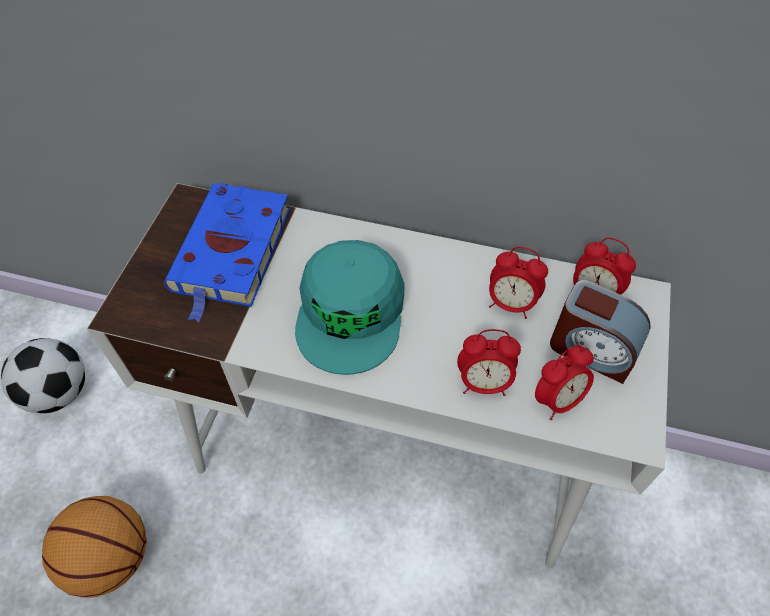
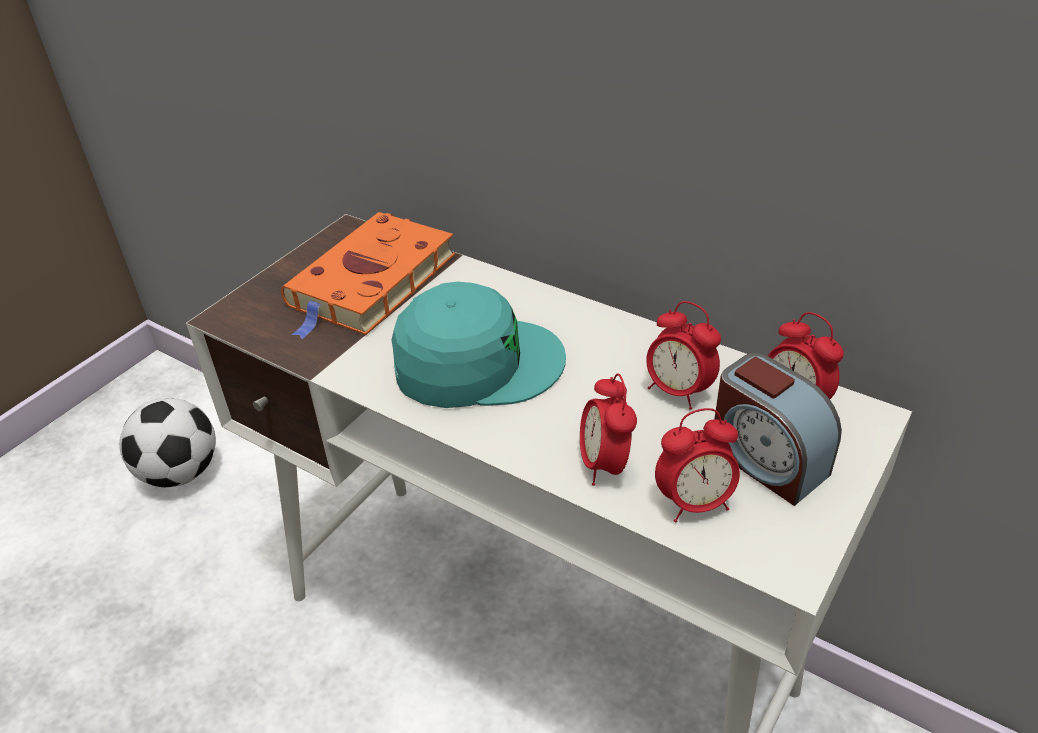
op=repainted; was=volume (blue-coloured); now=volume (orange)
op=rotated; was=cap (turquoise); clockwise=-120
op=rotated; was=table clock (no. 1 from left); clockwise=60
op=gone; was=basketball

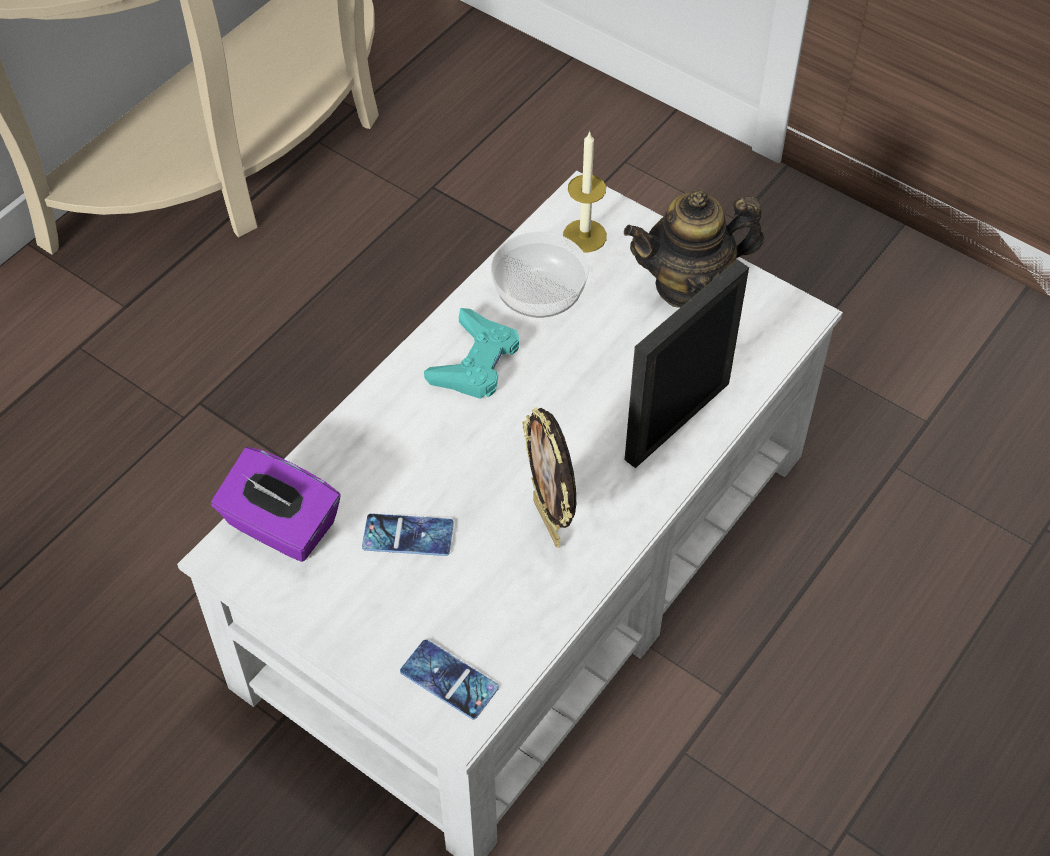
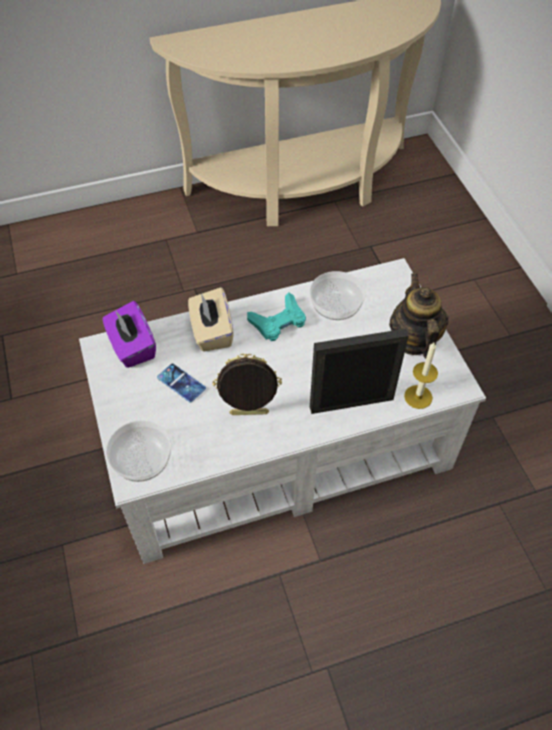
op=swapped; was=telephone (no. 2 from left); now=serving bowl (no. 1 from left)
op=new; now=box of tissues (sand-coloured)
op=rotated; was=standing frame (no. 1 from left); clockwise=75
op=rotated; was=teapot; clockwise=60
op=shifted; was=wax candle

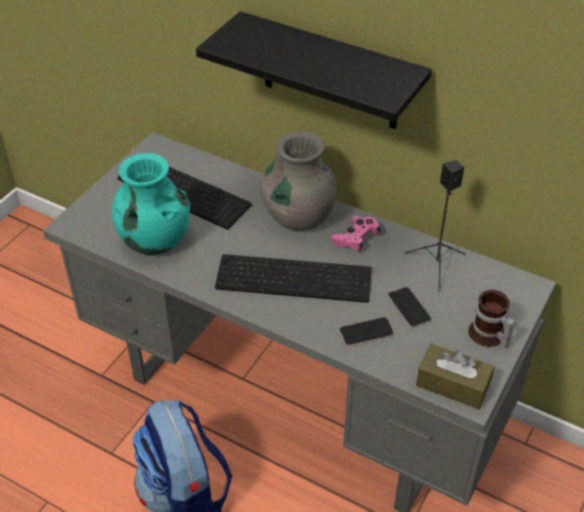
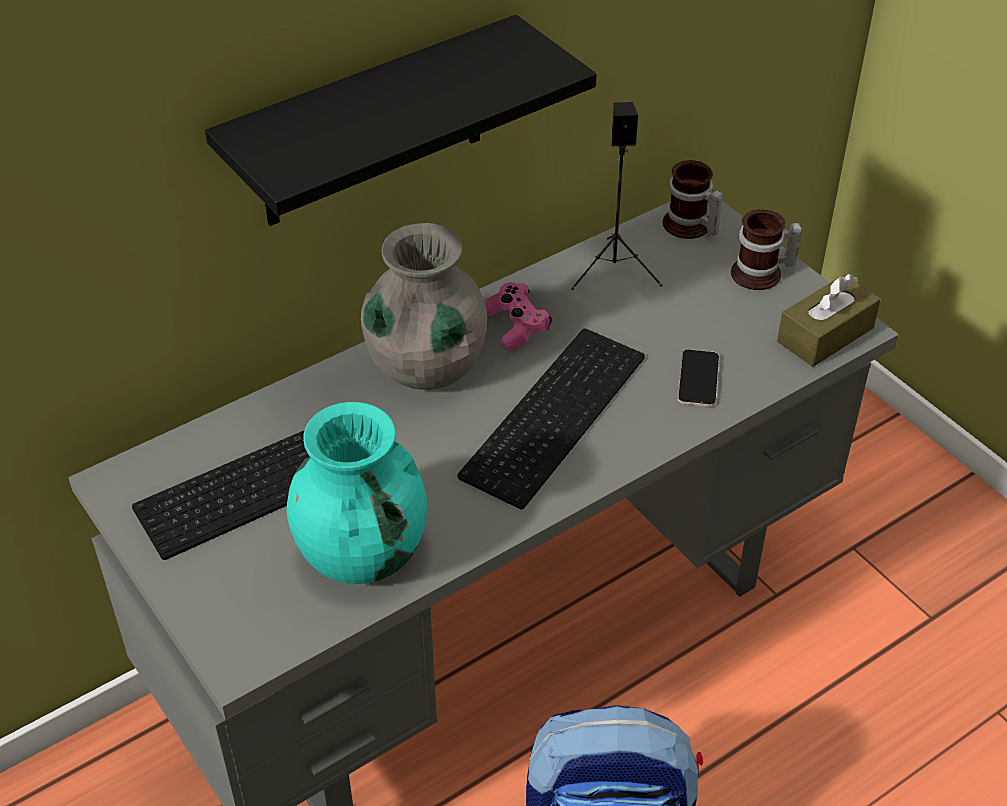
op=new; now=coffee mug (no. 1 from left)
op=gone; was=telephone (no. 2 from left)

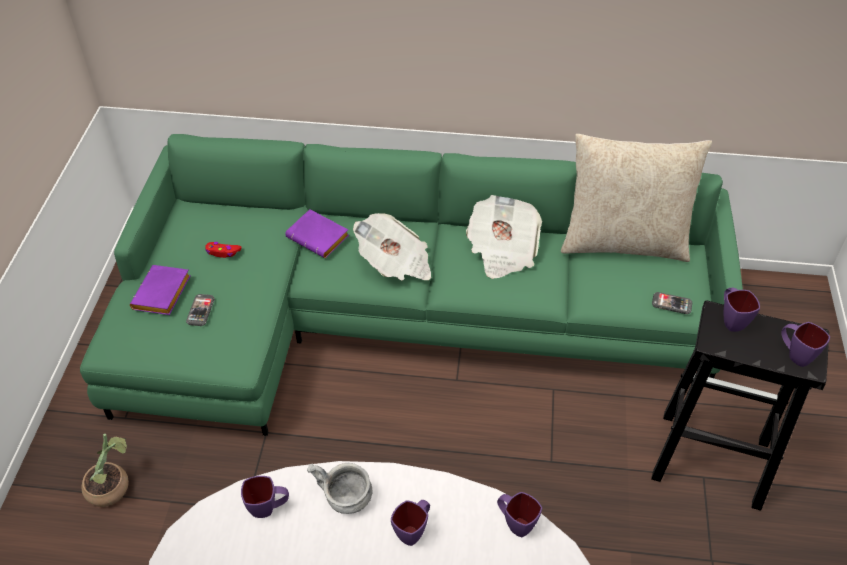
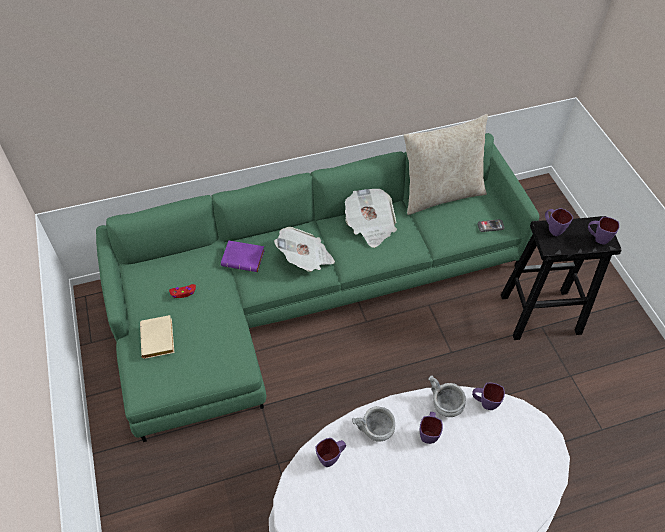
op=repainted; was=volume (purple-coloured) (no. 1 from left); now=volume (sand-coloured)
op=new; now=serving bowl (gray) (no. 2 from left)
op=gone; was=plant in a pot
op=gone; was=telephone (no. 1 from left)

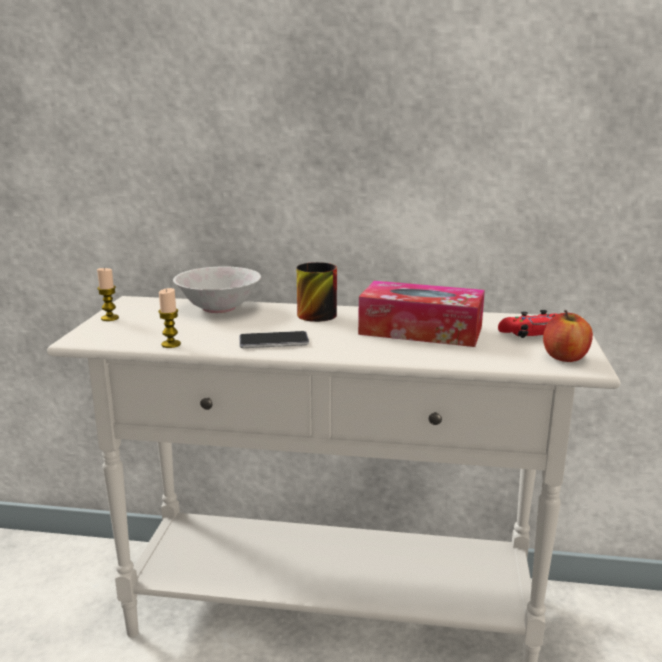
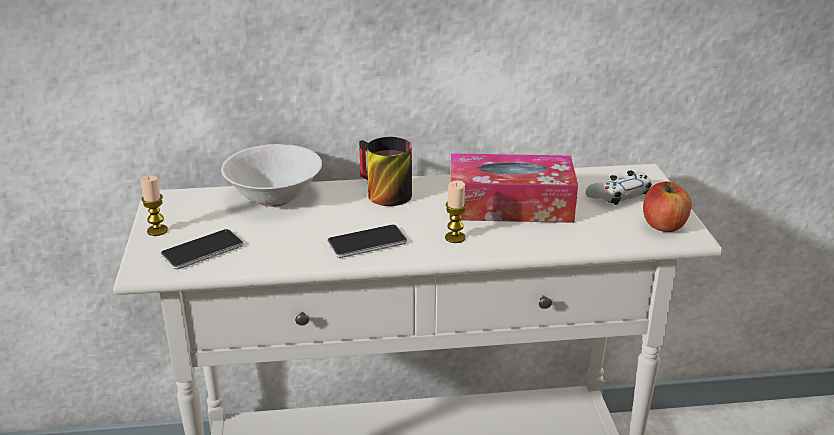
op=new; now=telephone (no. 1 from left)
op=shifted; was=wax candle (no. 2 from left)
op=repainted; was=game controller (red); now=game controller (white-coloured)

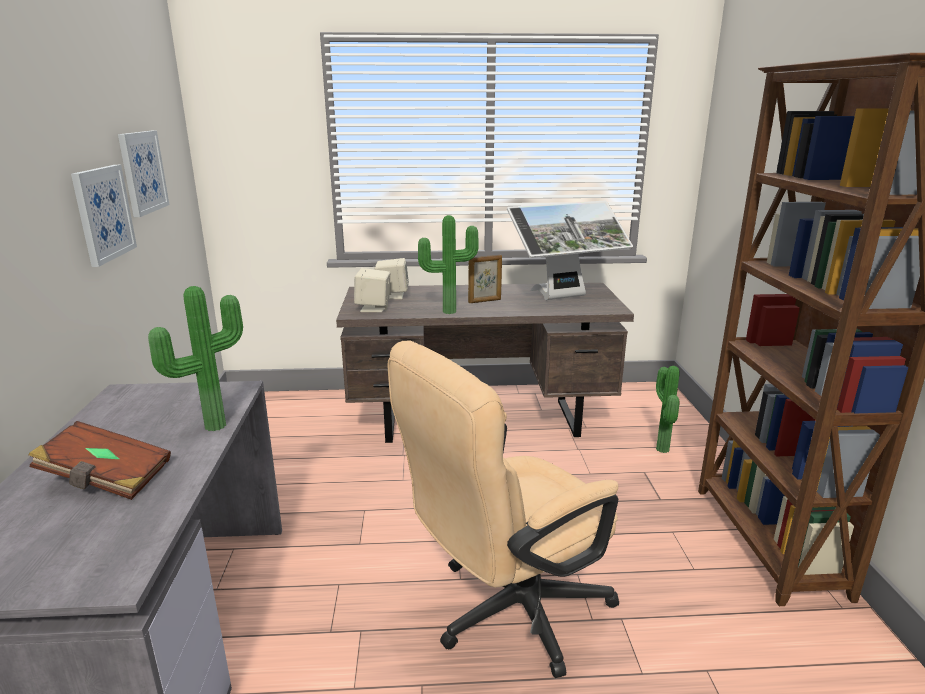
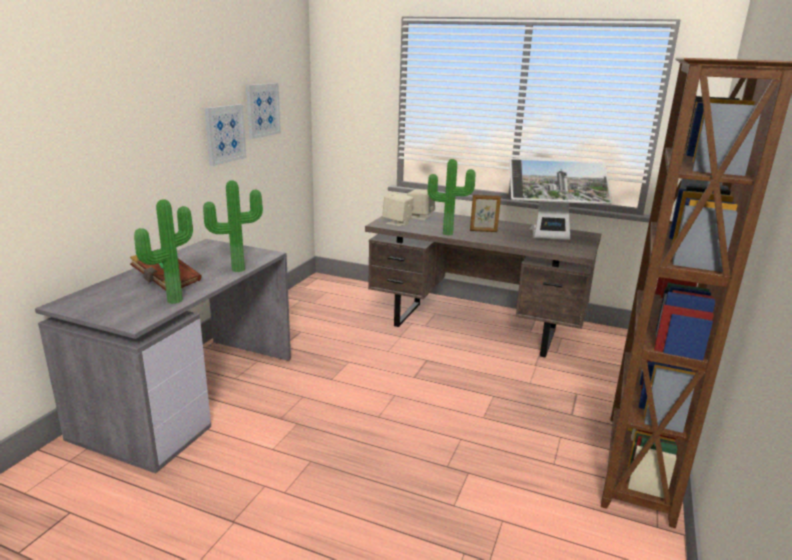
op=shifted; was=plant in a pot (no. 3 from left in the first image); now=plant in a pot (no. 1 from left)
op=gone; was=computer chair (sand-coloured)

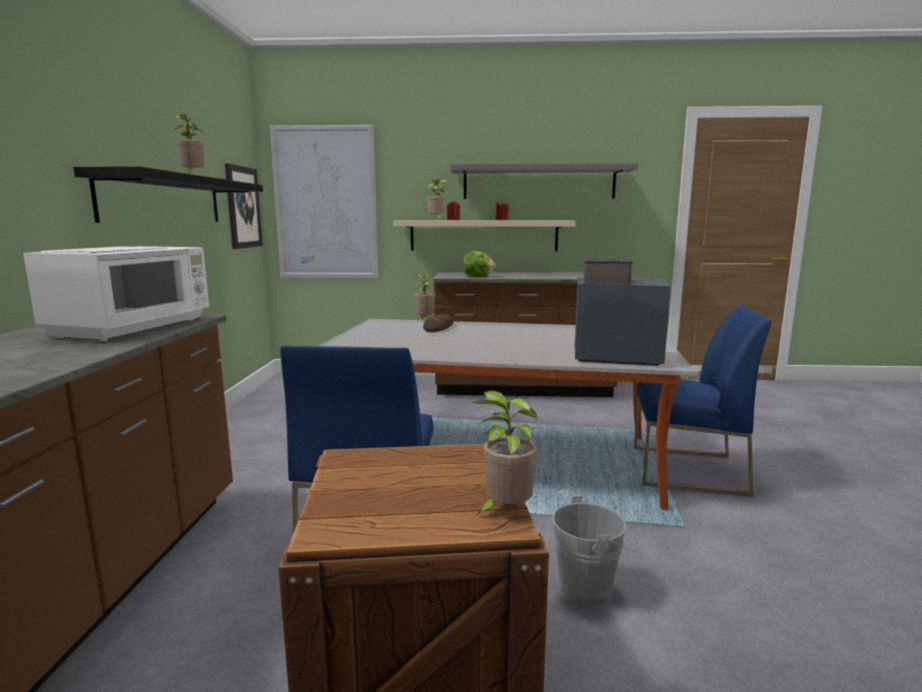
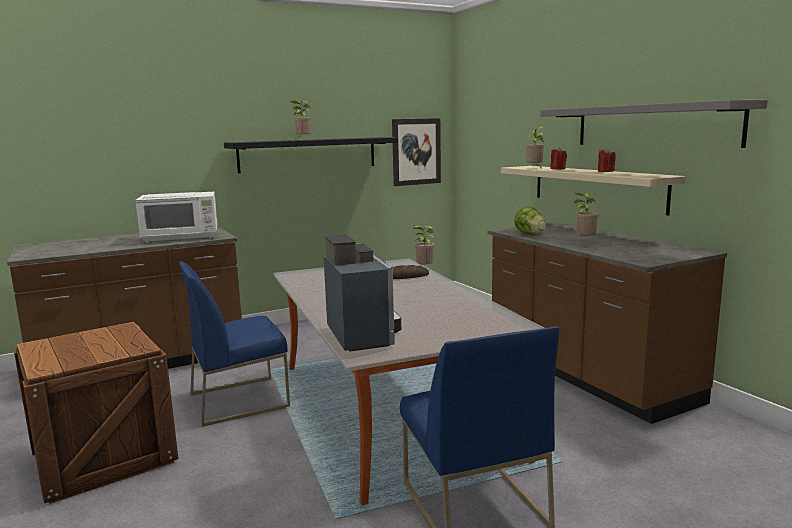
op=shifted; was=plant in a pot (no. 4 from left)
op=gone; was=wall picture (no. 2 from left)
op=gone; was=bucket (gray)

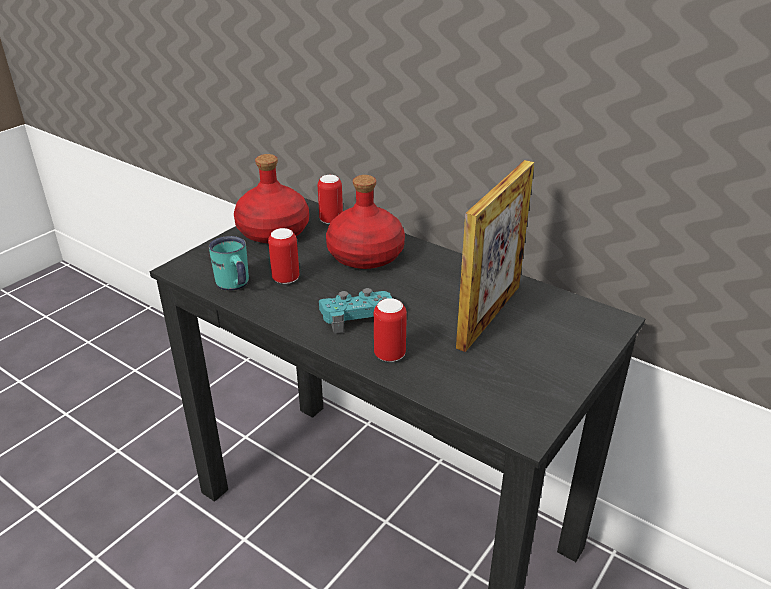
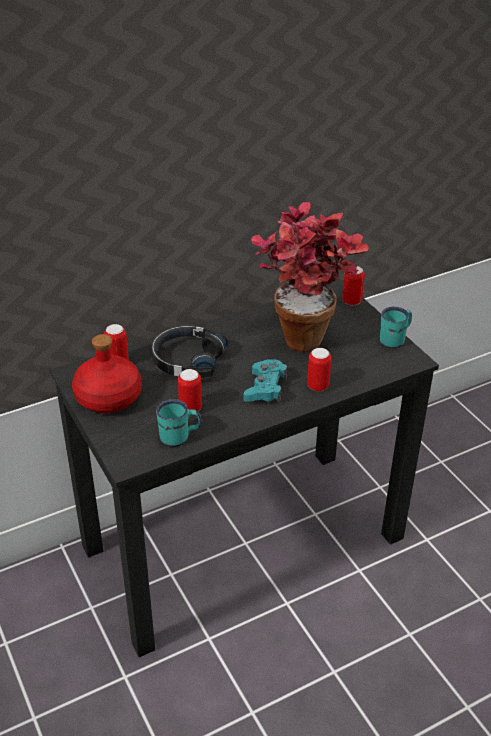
op=swapped; was=beverage bottle (red) (no. 2 from left); now=headphones (black)
op=swapped; was=standing frame; now=plant in a pot
op=new; now=sealed can (no. 4 from left)
op=new; now=coffee mug (turquoise) (no. 2 from left)

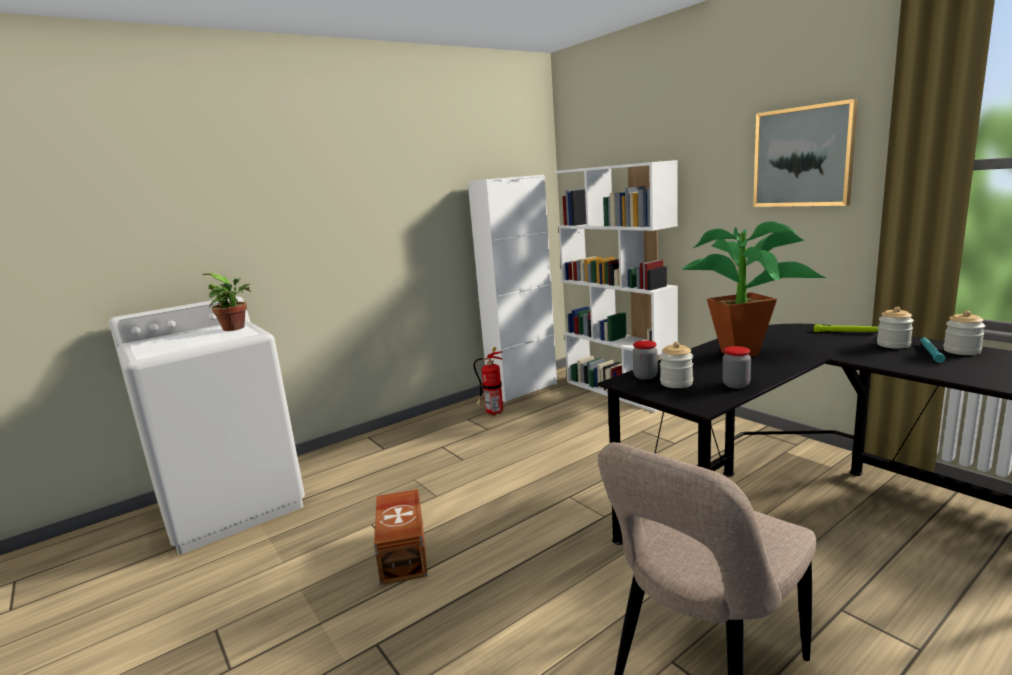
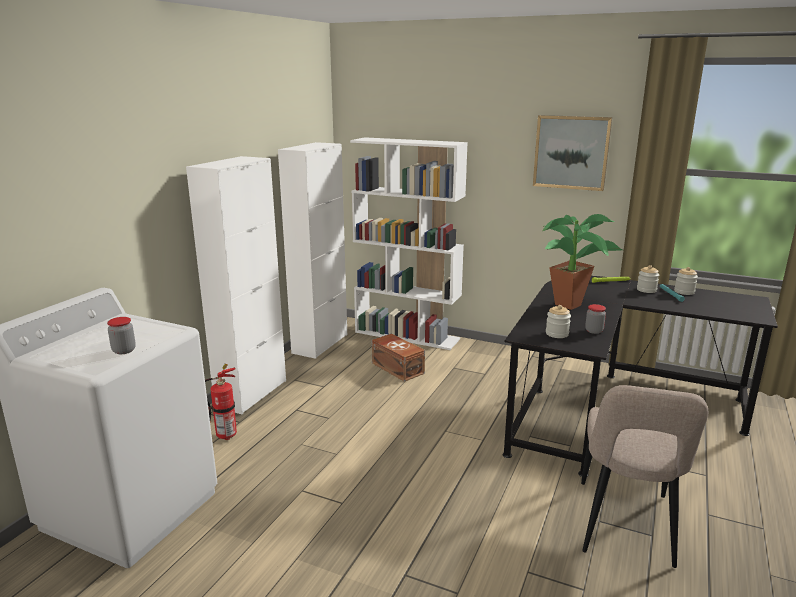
op=shifted; was=storage jar (no. 1 from left)
op=new; now=cabinet (white-coloured) (no. 1 from left)
op=shifted; was=fire-fighting cylinder
op=shifted; was=storage box (brown)
op=gone; was=plant in a pot (no. 1 from left)

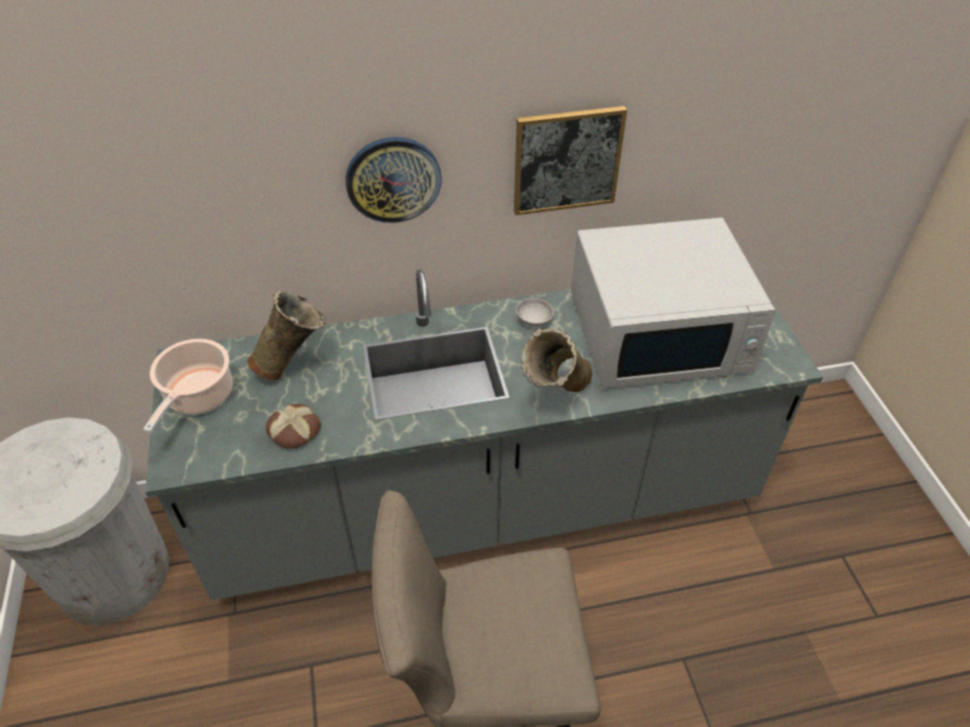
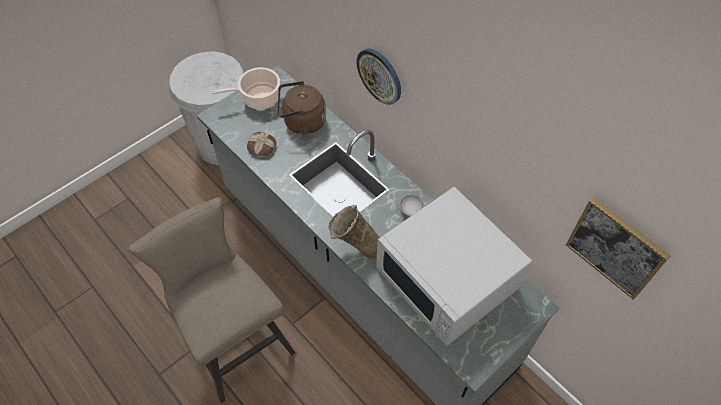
op=swapped; was=decorative vase (sand-coloured) (no. 1 from left); now=tea kettle (brown)
op=shifted; was=wall picture

